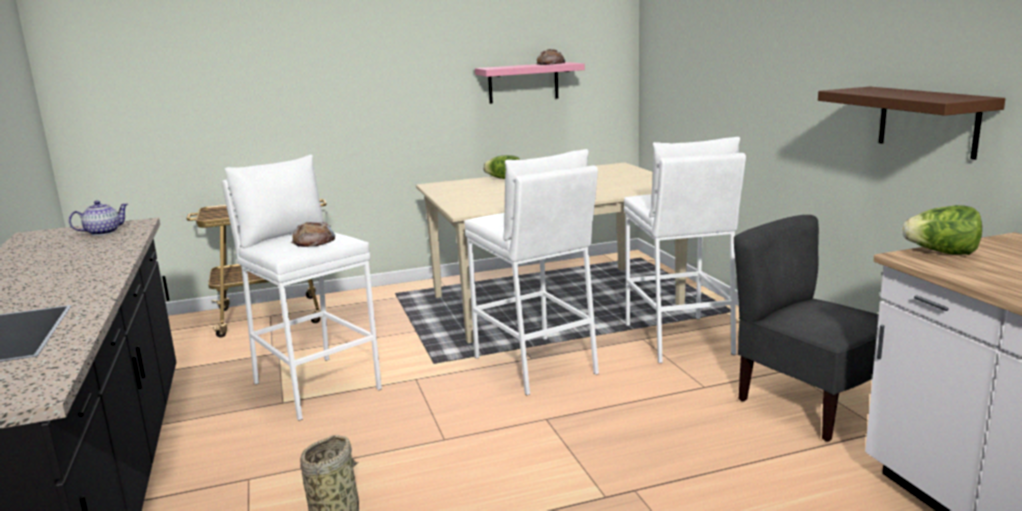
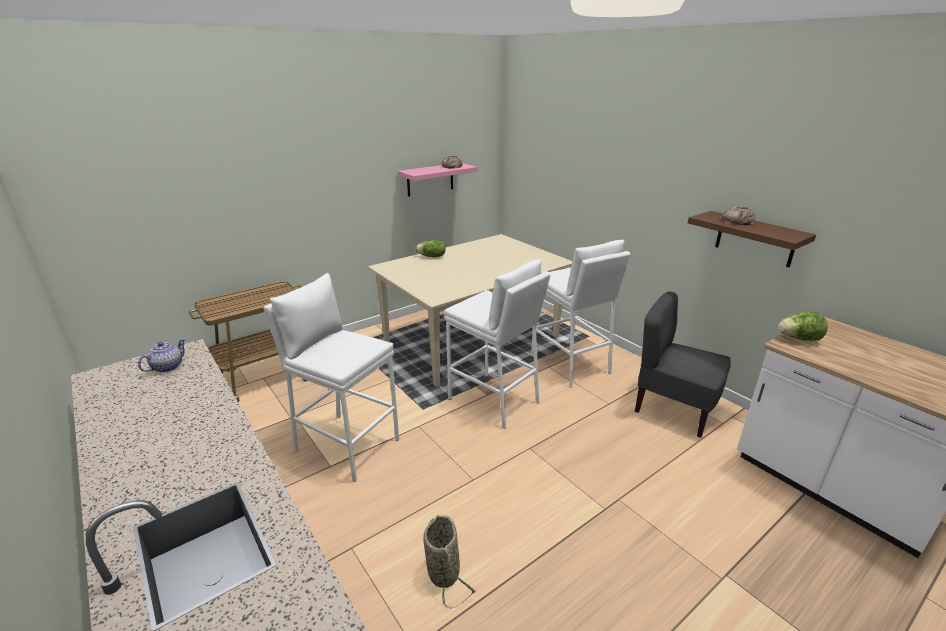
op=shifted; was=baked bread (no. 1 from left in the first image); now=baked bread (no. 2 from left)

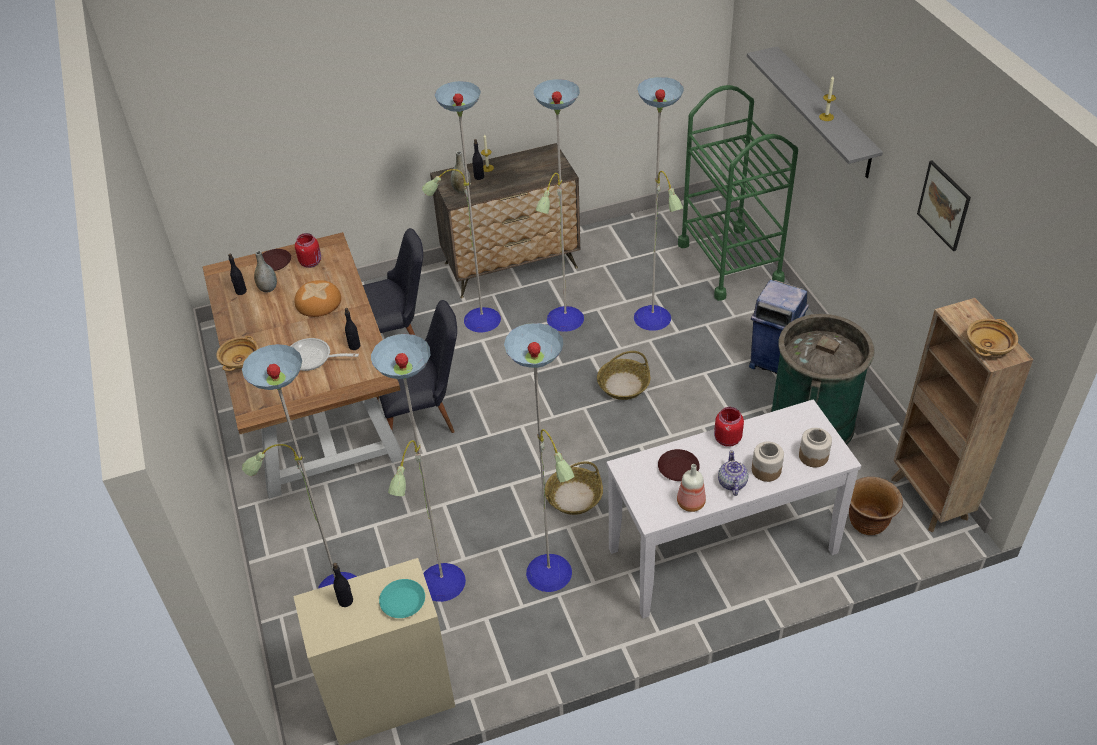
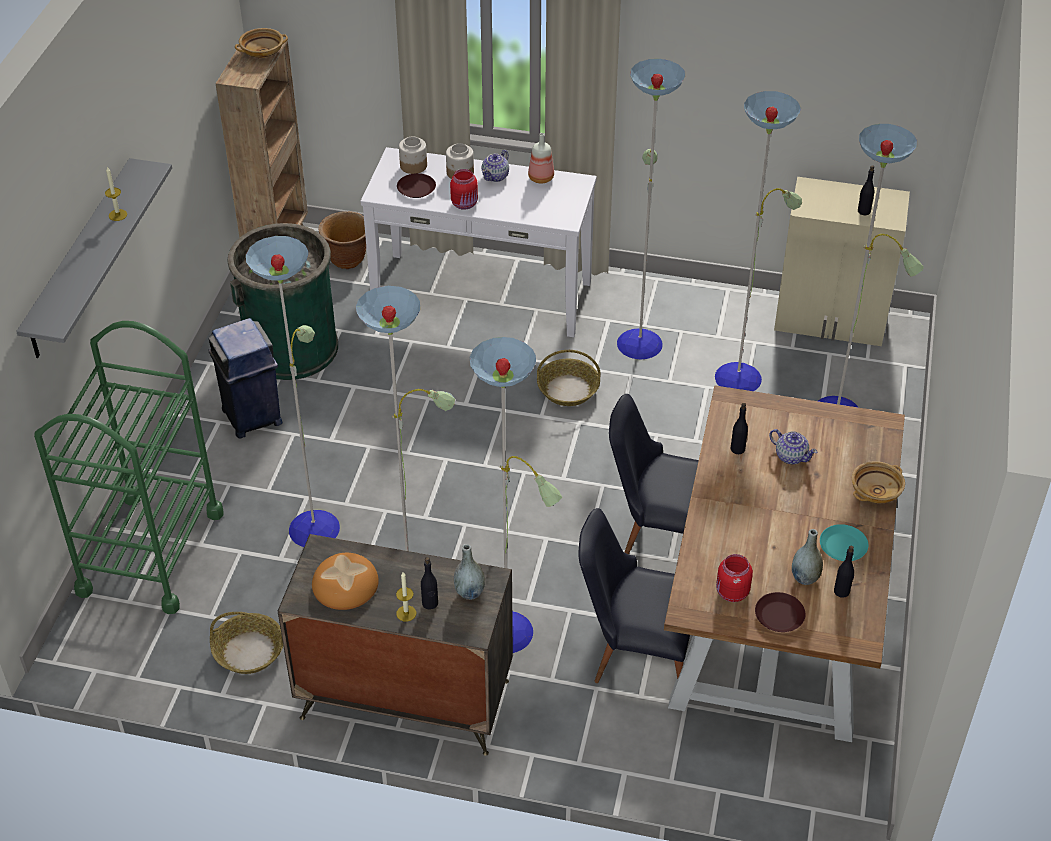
op=shifted; was=storage basket (no. 2 from left in the first image); now=storage basket (no. 1 from left)
op=shifted; was=baked bread
op=shifted; was=flat dish (brown) (no. 2 from left in the first image); now=flat dish (brown) (no. 1 from left)
op=swapped; was=frying pan; now=teapot (no. 2 from left)
op=shifted; was=flat dish (turquoise)
op=gone; was=wall picture

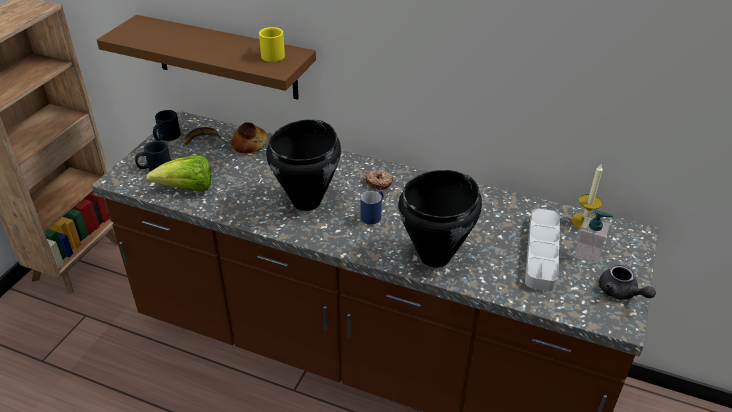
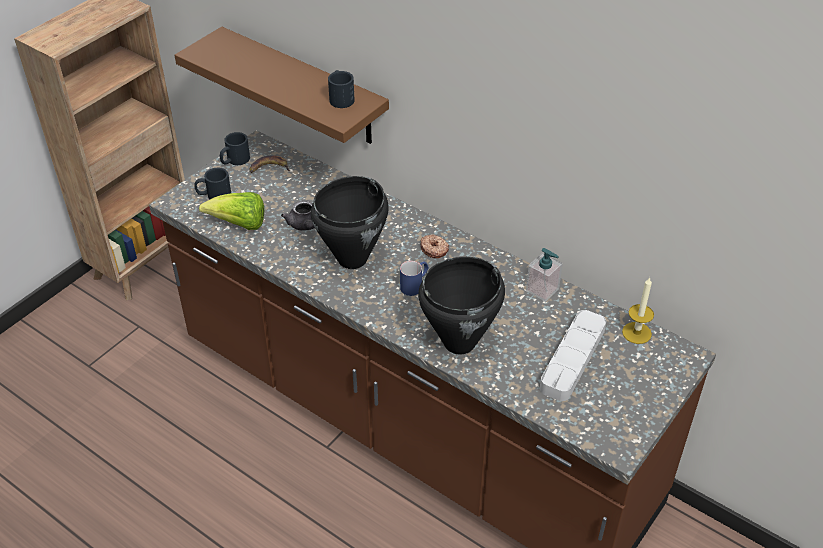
op=shifted; was=teapot (gray)
op=repainted; was=coffee mug (yellowish); now=coffee mug (black) (no. 3 from left)
op=shifted; was=soap bottle
op=gone; was=baked bread

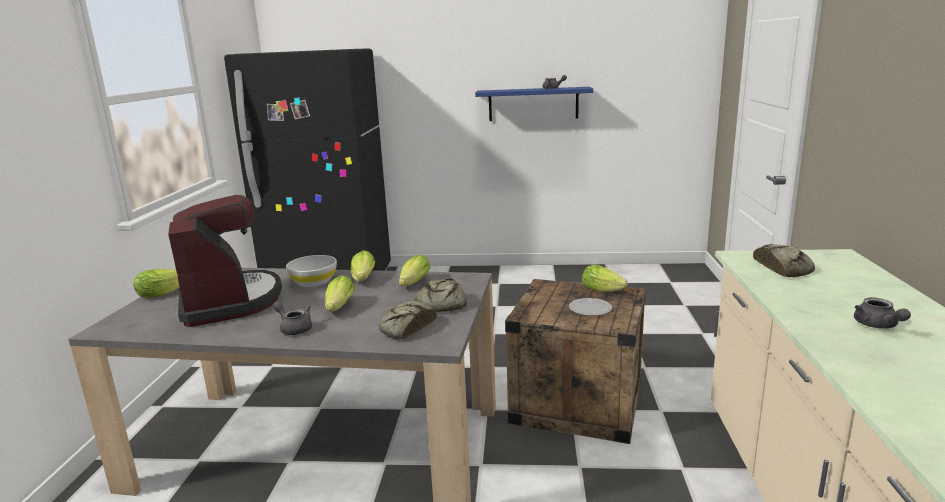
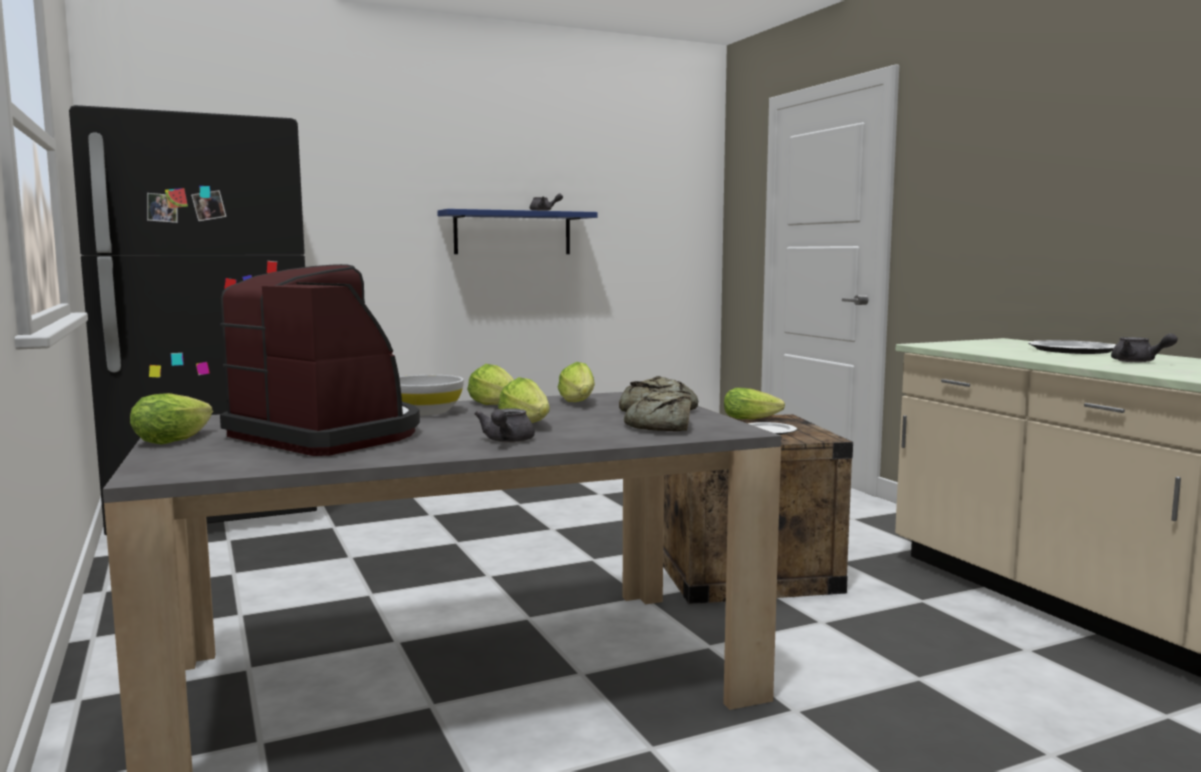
op=rotated; was=teapot (gray) (no. 1 from left); clockwise=-90
op=new; now=flat dish (no. 2 from left)
op=gone; was=baked bread (no. 3 from left)

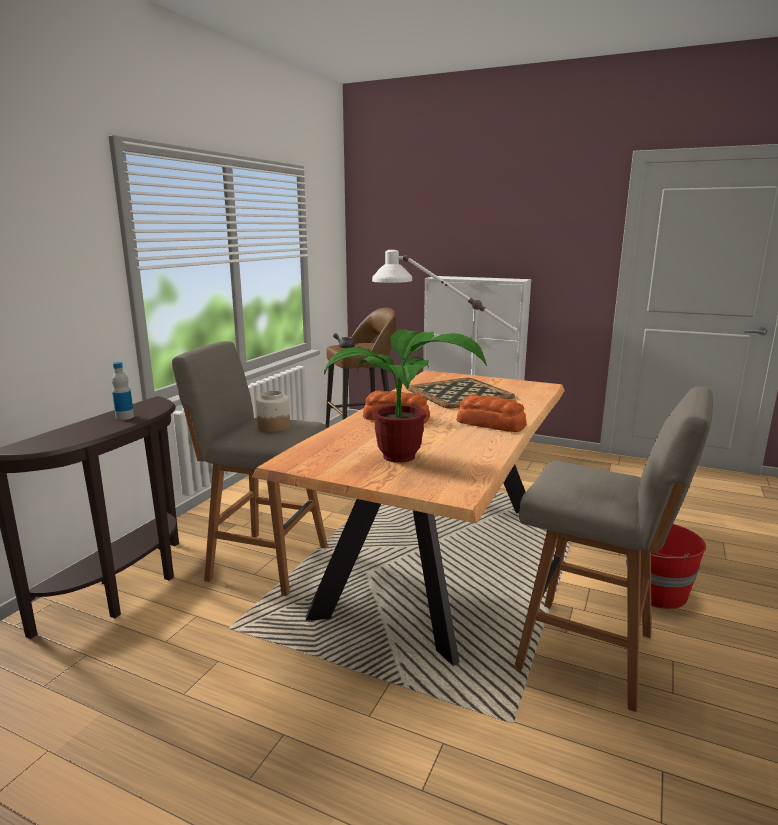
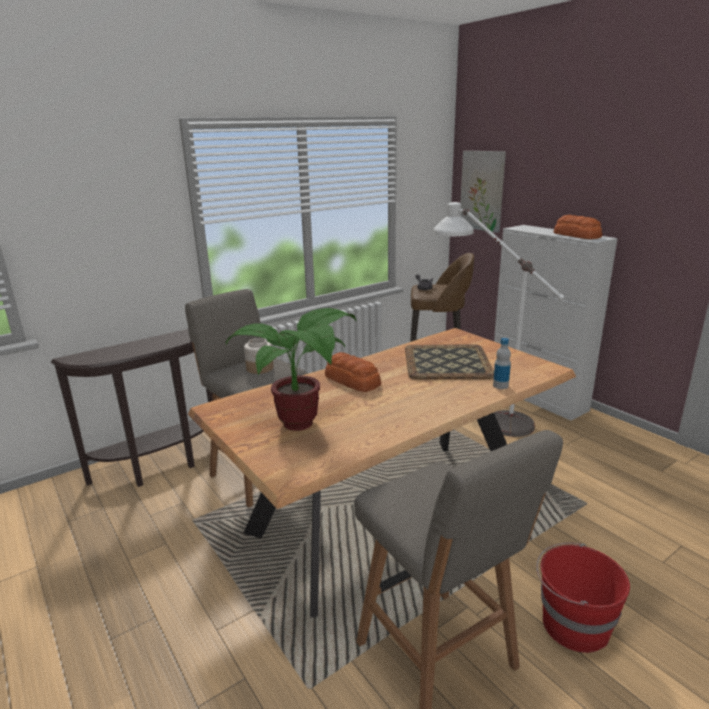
op=new; now=wall picture
op=shifted; was=beverage bottle
op=shifted; was=baked bread (no. 2 from left)

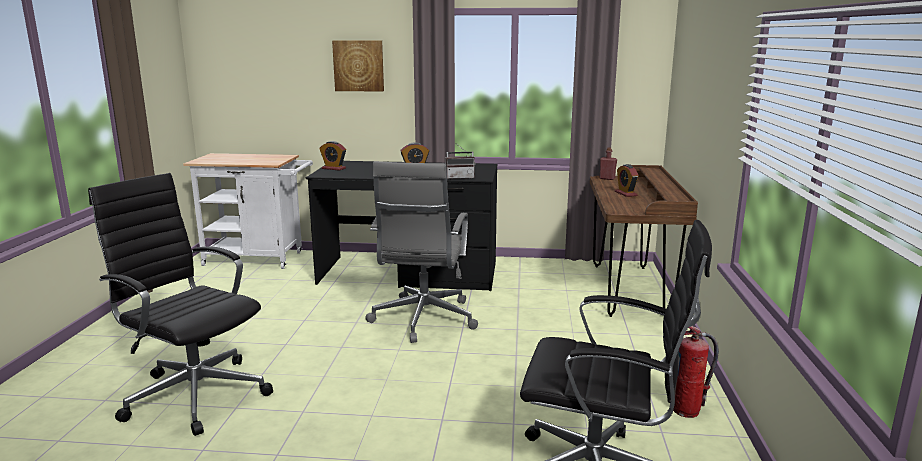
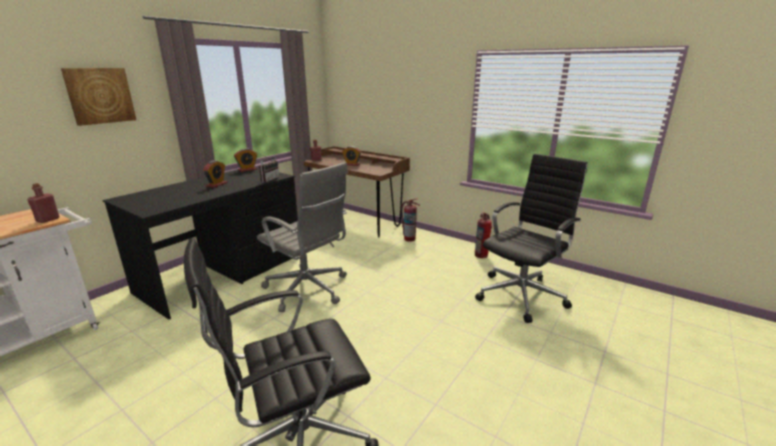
op=new; now=beverage bottle (red) (no. 1 from left)
op=shifted; was=table clock (no. 1 from left in the first image); now=table clock (no. 2 from left)
op=new; now=fire-fighting cylinder (no. 1 from left)

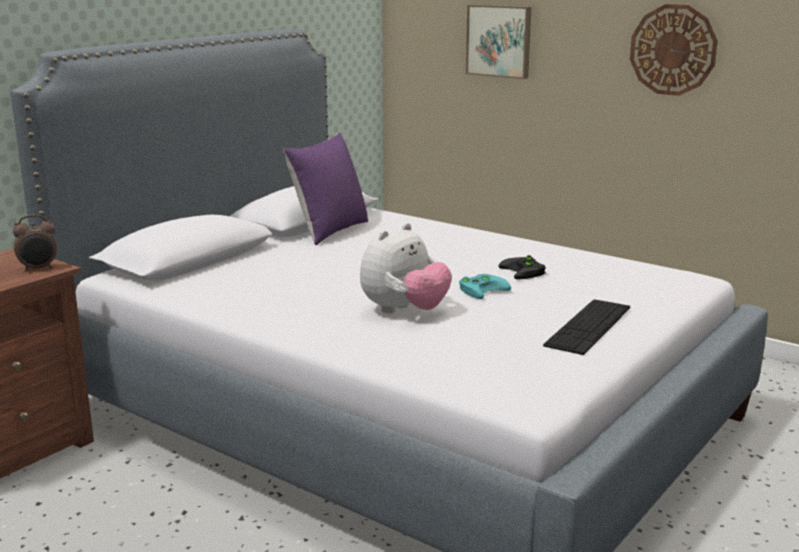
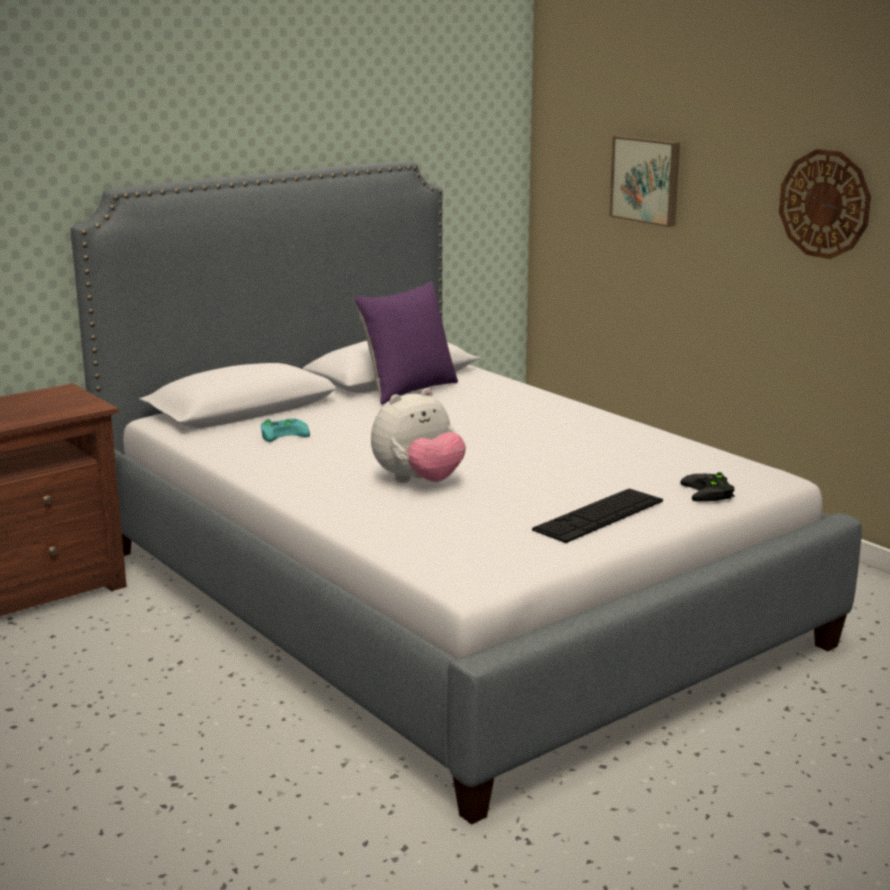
op=shifted; was=game controller (turquoise)
op=shifted; was=game controller (black)
op=gone; was=table clock

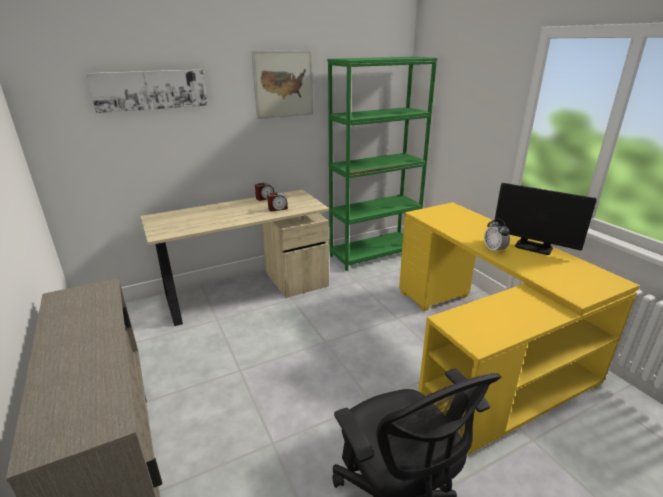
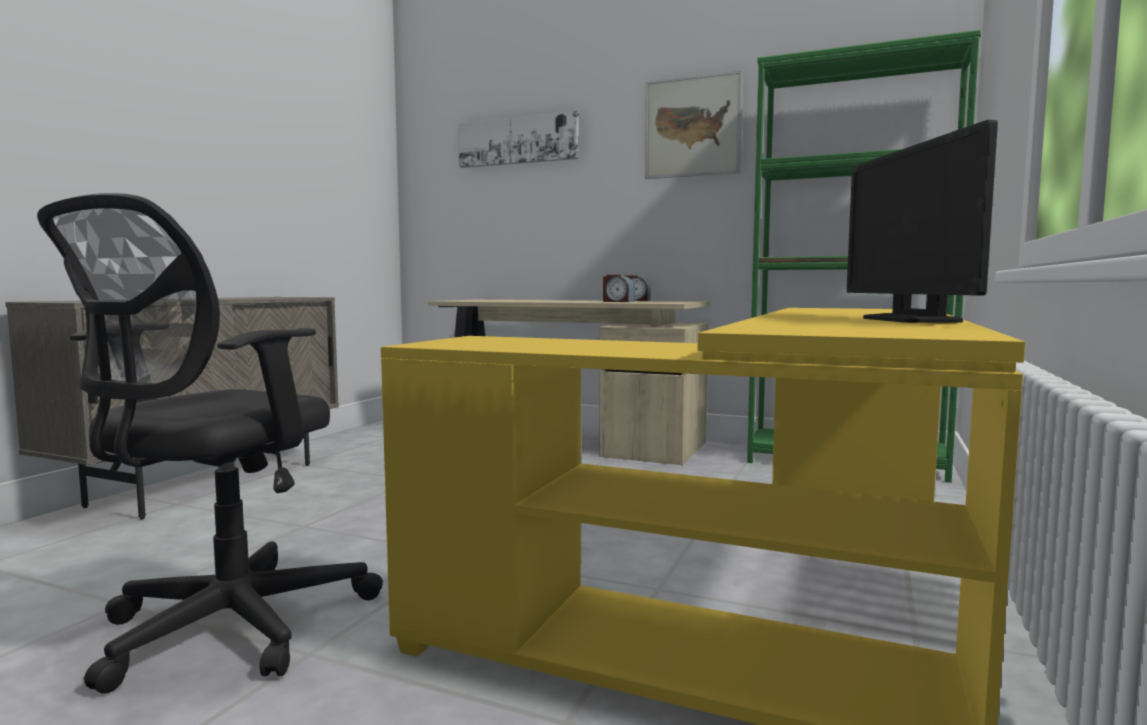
op=gone; was=table clock (no. 3 from left)

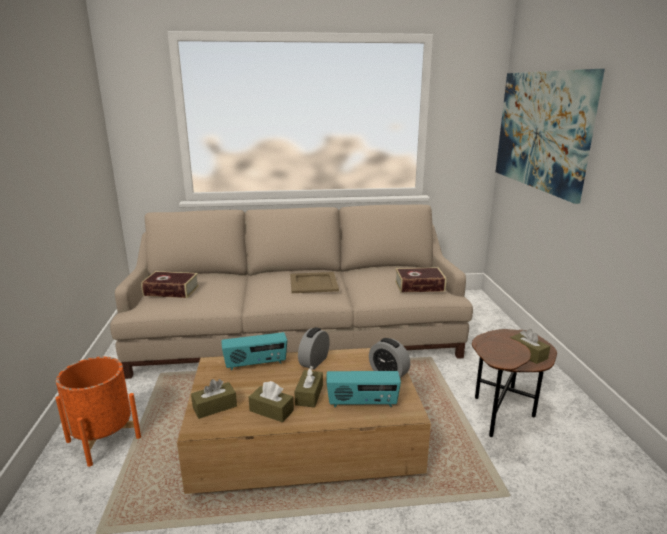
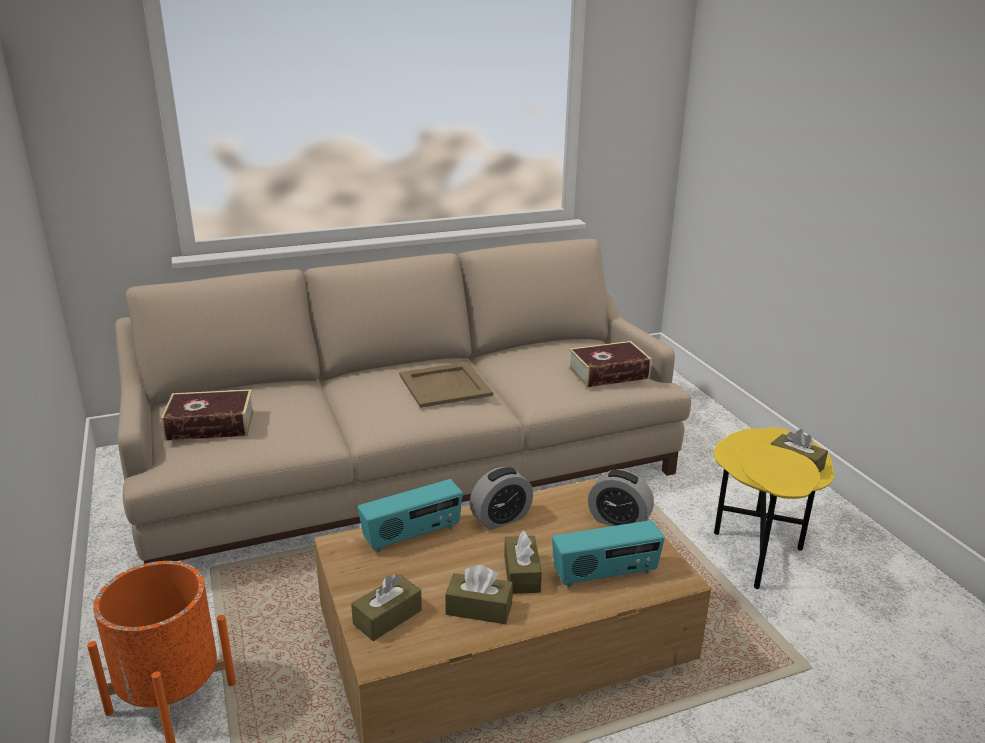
op=rotated; was=table clock (no. 1 from left); clockwise=-135
op=repainted; was=side table (brown); now=side table (yellowish)
op=gone; was=wall picture

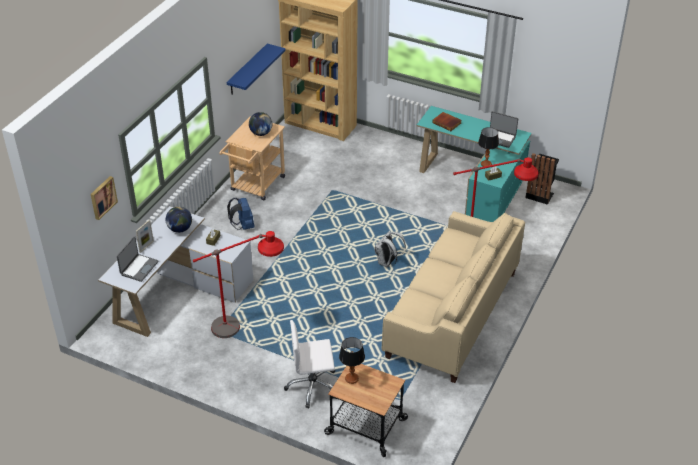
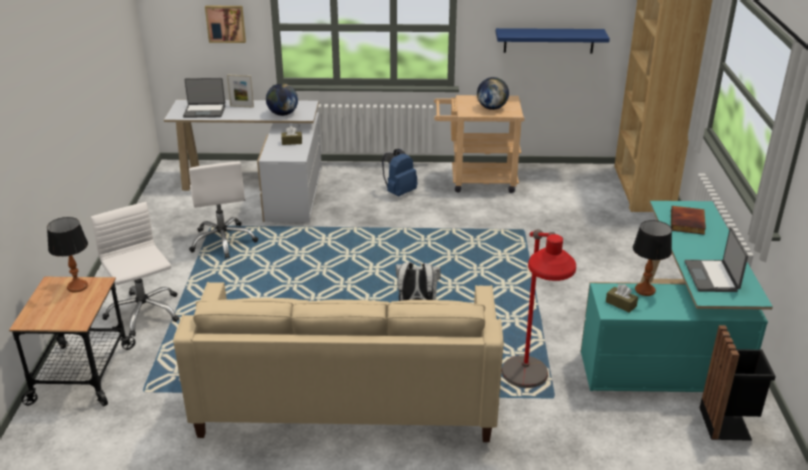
op=swapped; was=standing lamp (red) (no. 1 from left); now=computer chair (white-coloured) (no. 2 from left)

